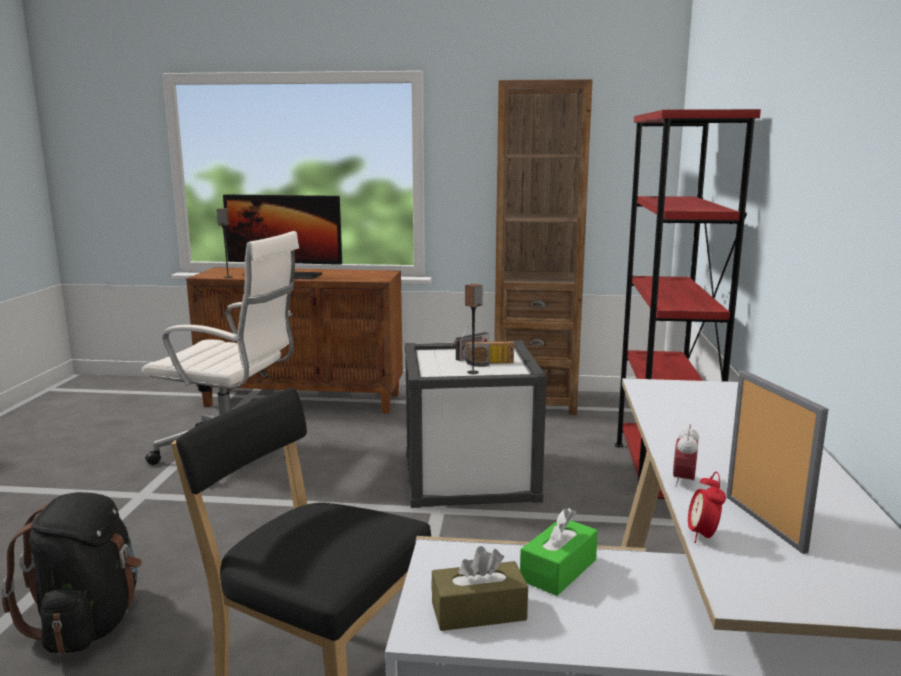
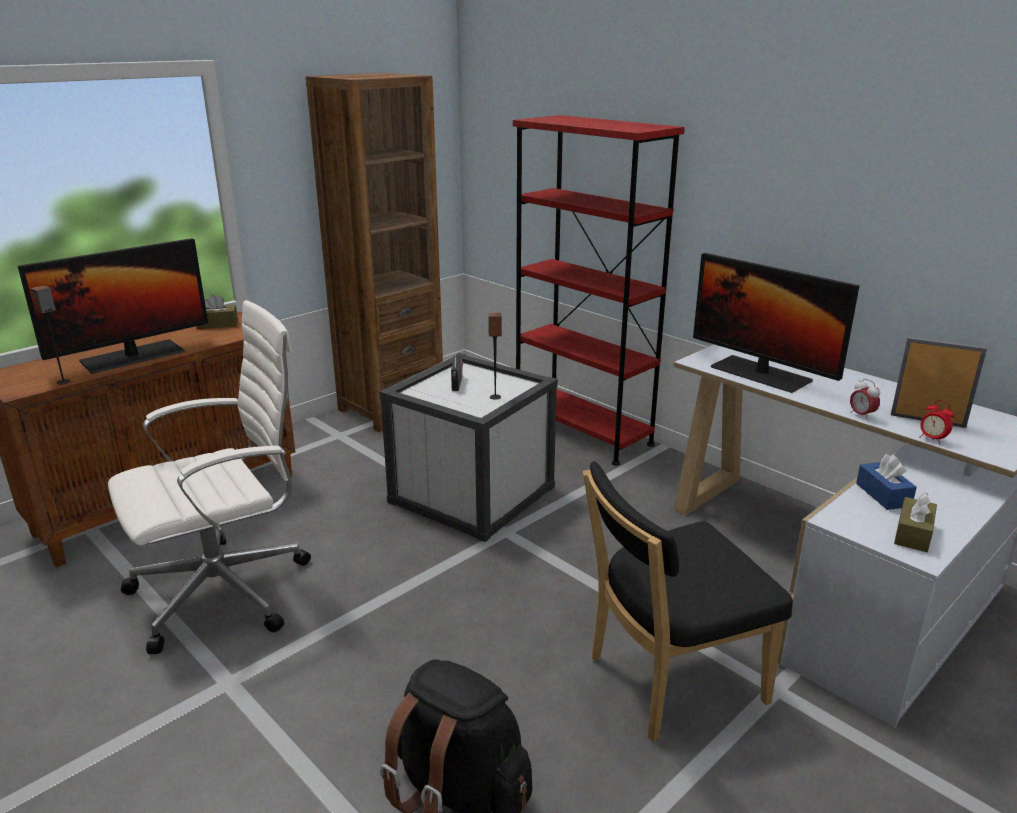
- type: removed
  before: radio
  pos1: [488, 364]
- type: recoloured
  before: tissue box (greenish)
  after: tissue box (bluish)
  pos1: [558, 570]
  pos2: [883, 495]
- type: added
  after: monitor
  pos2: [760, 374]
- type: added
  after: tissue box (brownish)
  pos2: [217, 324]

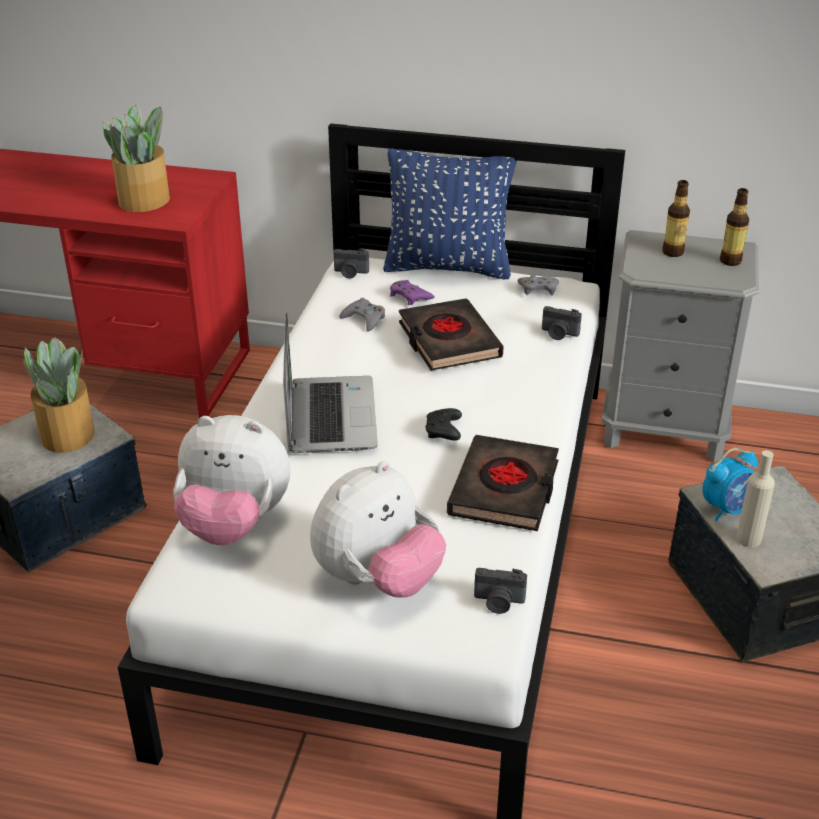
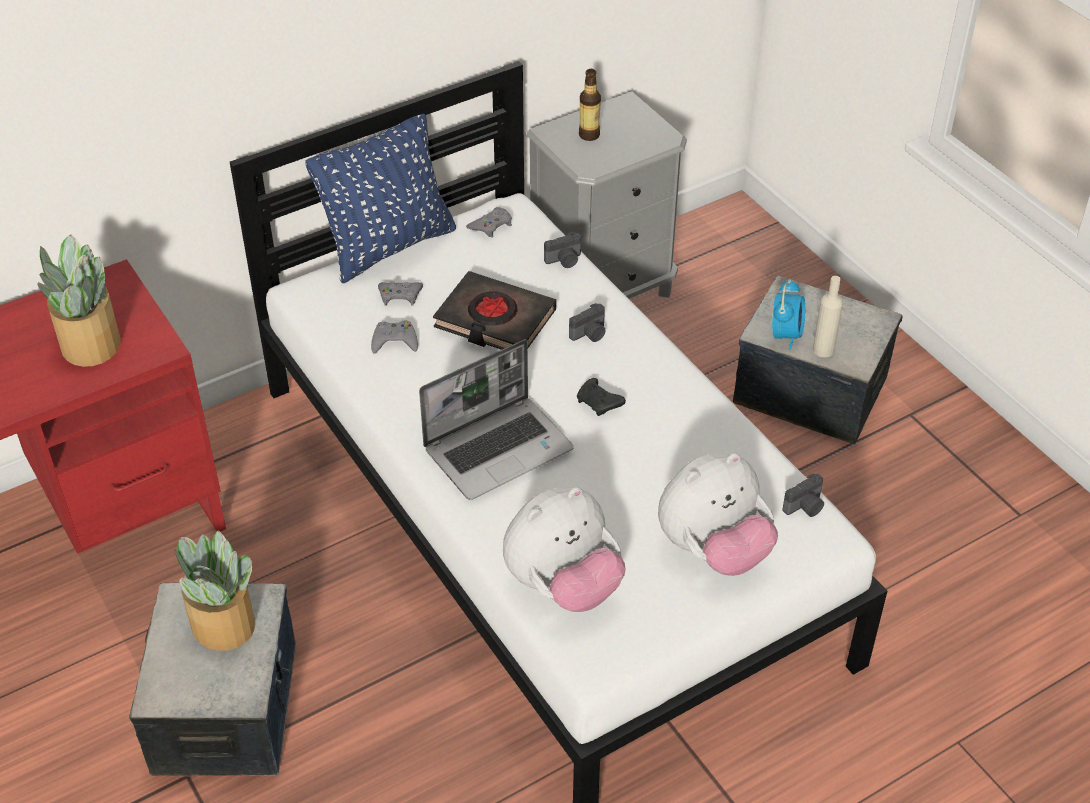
- type: removed
  before: beverage bottle
  pos1: [730, 261]
- type: moved
  before: photo camera
  pos1: [350, 273]
  pos2: [590, 334]
- type: recoloured
  before: game controller (purple-coloured)
  after: game controller (greyish)
  pos1: [410, 296]
  pos2: [400, 295]
- type: turned
  before: notebook computer
  pos1: [329, 416]
  pos2: [499, 448]
  turn: 105
- type: removed
  before: bound book (black-coloured)
  pos1: [505, 490]
- type: turned
  before: soft toy
  pos1: [377, 579]
  pos2: [713, 550]
  turn: 60

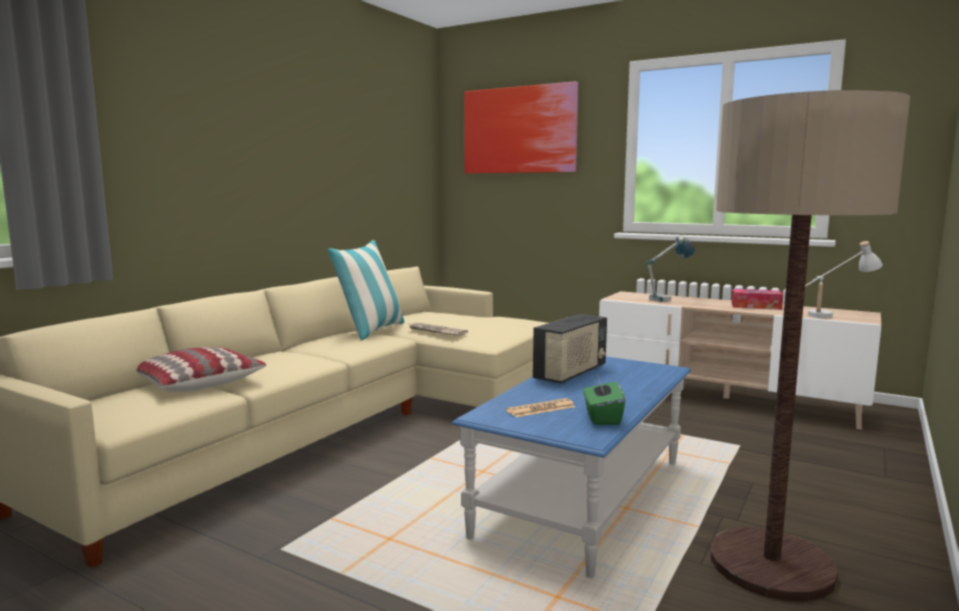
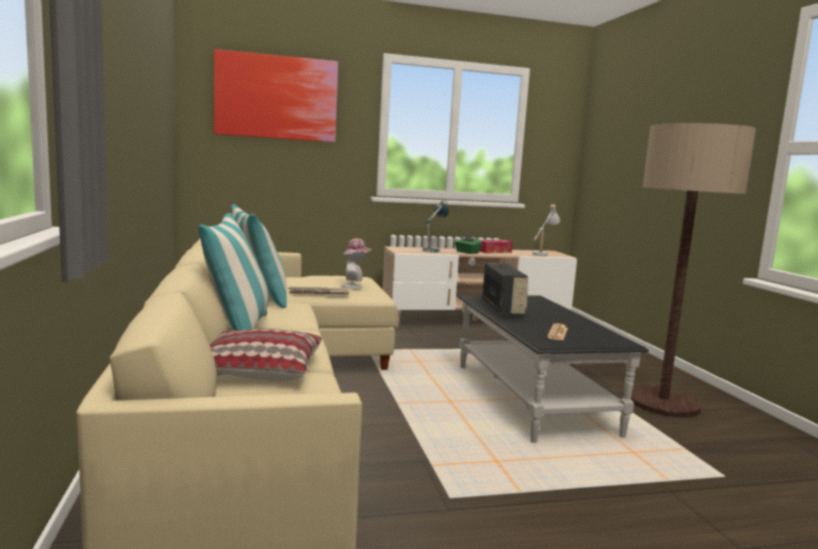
- type: recoloured
  before: low table (bluish)
  after: low table (black-coloured)
  pos1: [583, 496]
  pos2: [531, 398]
- type: moved
  before: tissue box (greenish)
  pos1: [602, 417]
  pos2: [467, 252]
- type: added
  after: pillow
  pos2: [238, 328]
- type: added
  after: hat
  pos2: [355, 286]

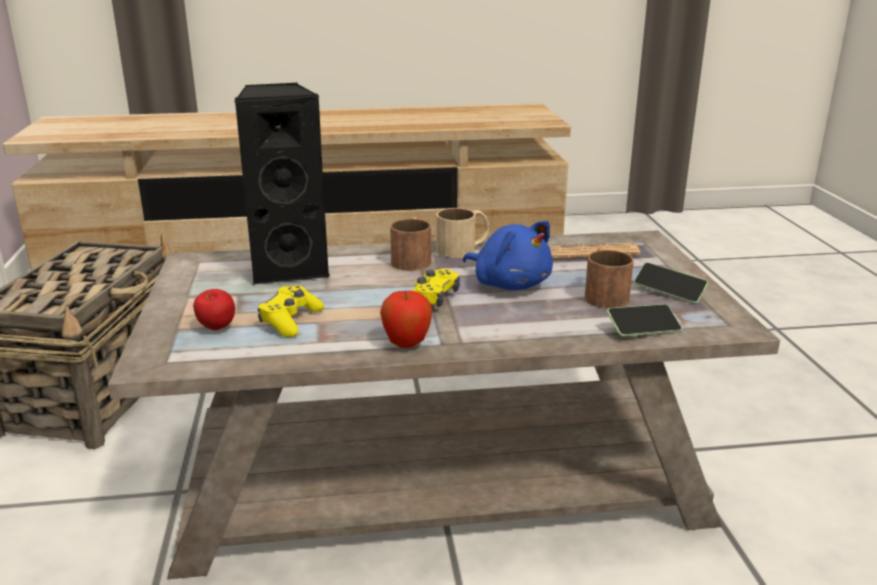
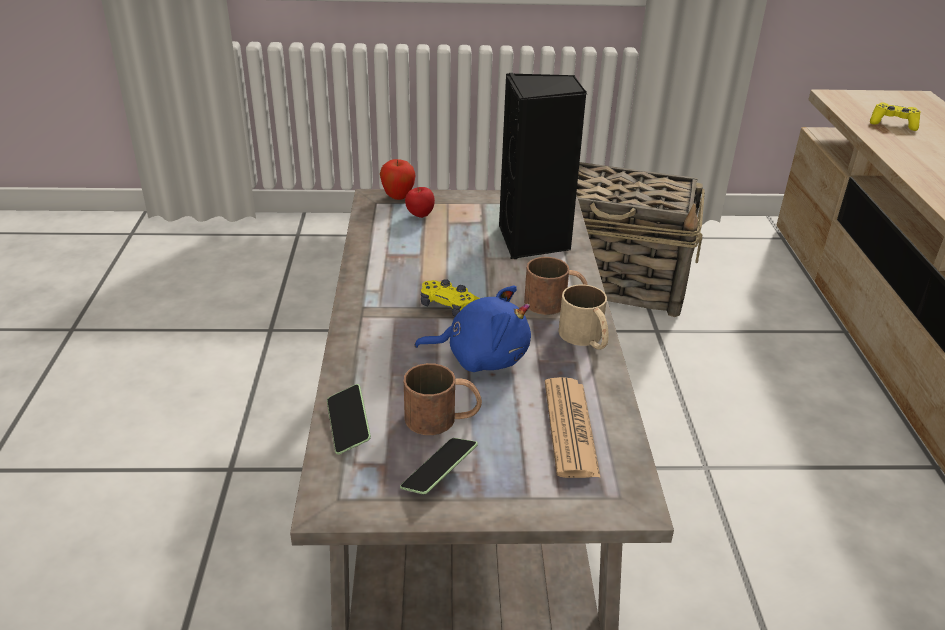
- type: turned
  before: soft toy (bluish)
  pos1: [509, 284]
  pos2: [481, 357]
  turn: -135
- type: moved
  before: game controller (yellowish)
  pos1: [290, 321]
  pos2: [893, 124]
- type: moved
  before: apple fruit
  pos1: [406, 344]
  pos2: [398, 197]

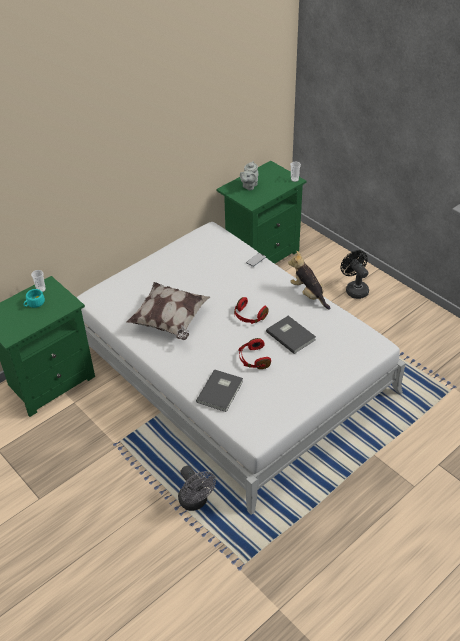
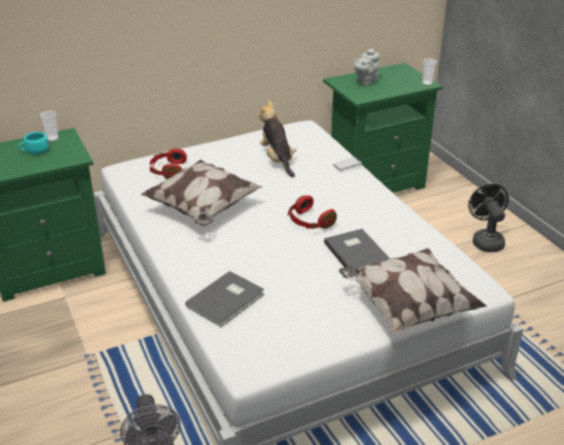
- type: moved
  before: soft toy
  pos1: [308, 294]
  pos2: [277, 160]
- type: moved
  before: headset (red)
  pos1: [253, 359]
  pos2: [168, 171]
- type: added
  after: pillow
  pos2: [407, 307]

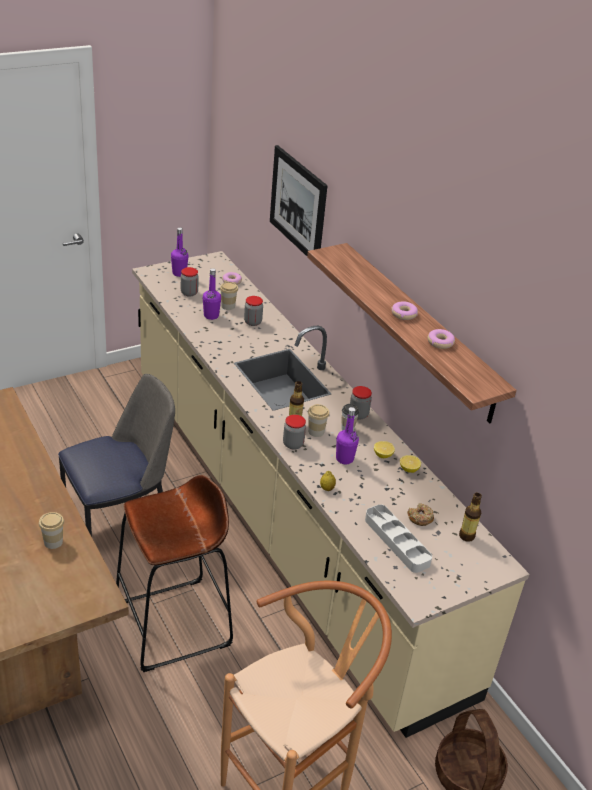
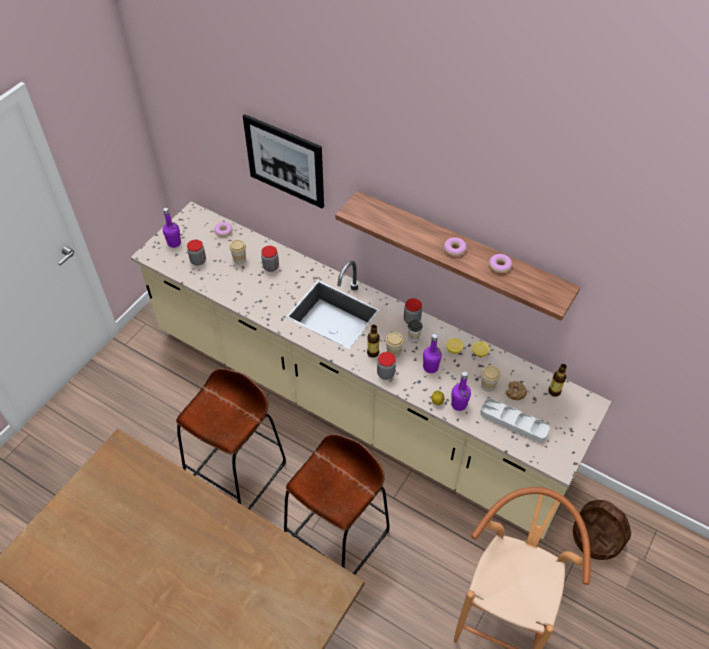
- type: moved
  before: beverage bottle (purple-coloured)
  pos1: [211, 316]
  pos2: [459, 404]
- type: replaced
  before: plain chair
  after: stool (brownish)
  pos1: [121, 521]
  pos2: [237, 473]
- type: moved
  before: small cup
  pos1: [53, 542]
  pos2: [488, 386]

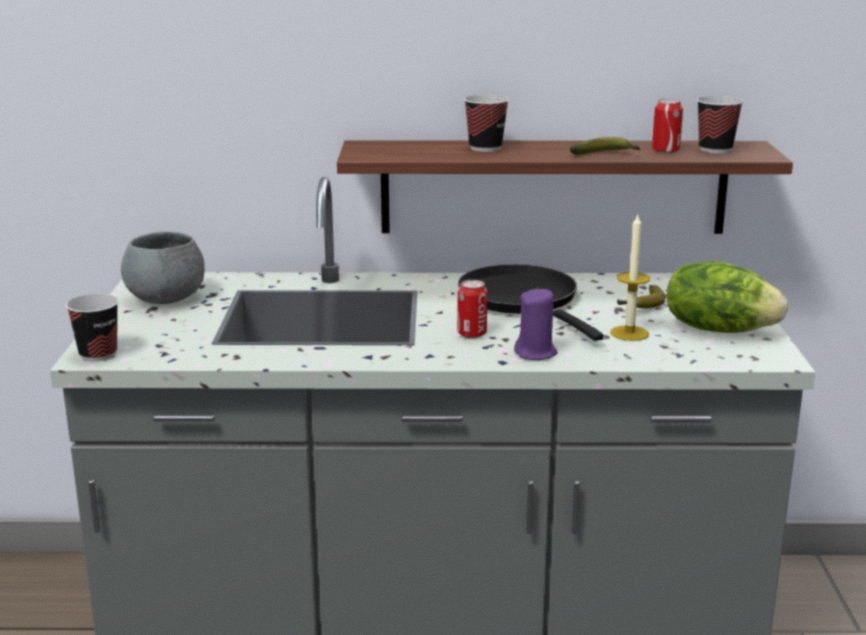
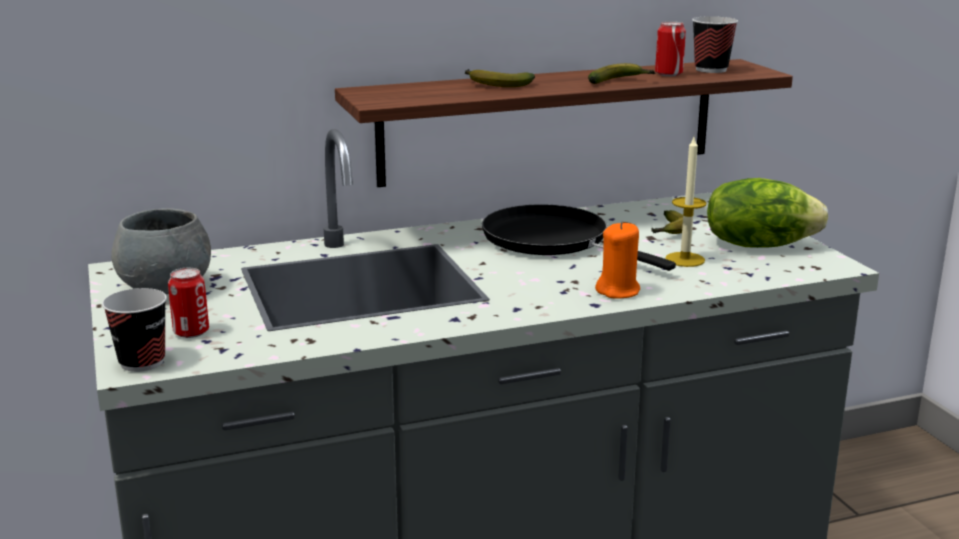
- type: replaced
  before: small cup
  after: whole banana
  pos1: [485, 148]
  pos2: [495, 84]
- type: moved
  before: sealed can
  pos1: [472, 334]
  pos2: [191, 332]
- type: recoloured
  before: wax candle (purple-coloured)
  after: wax candle (orange-coloured)
  pos1: [536, 353]
  pos2: [618, 291]

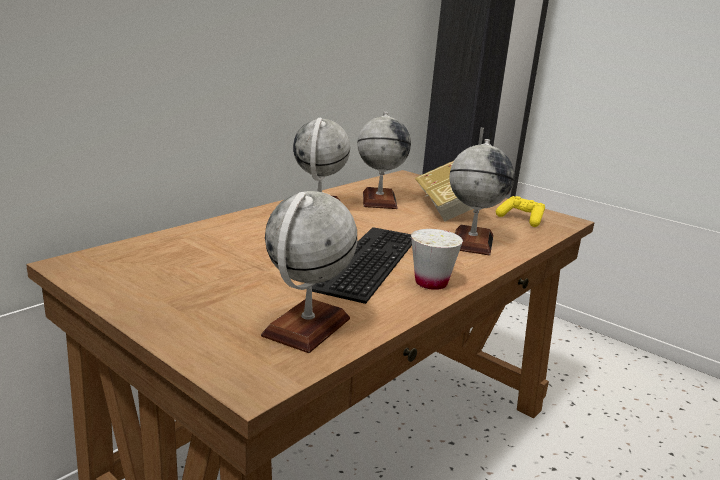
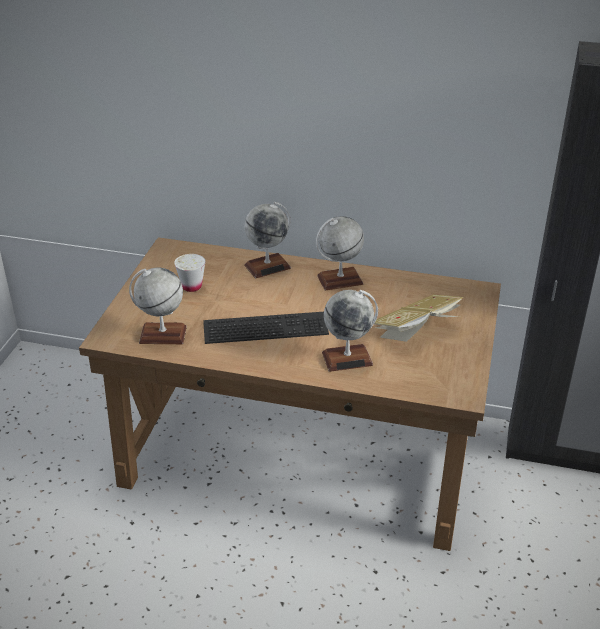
- type: moved
  before: world globe
  pos1: [379, 200]
  pos2: [267, 266]
- type: removed
  before: game controller (yellowish)
  pos1: [521, 219]
- type: moved
  before: small cup (white-coloured)
  pos1: [431, 283]
  pos2: [192, 286]

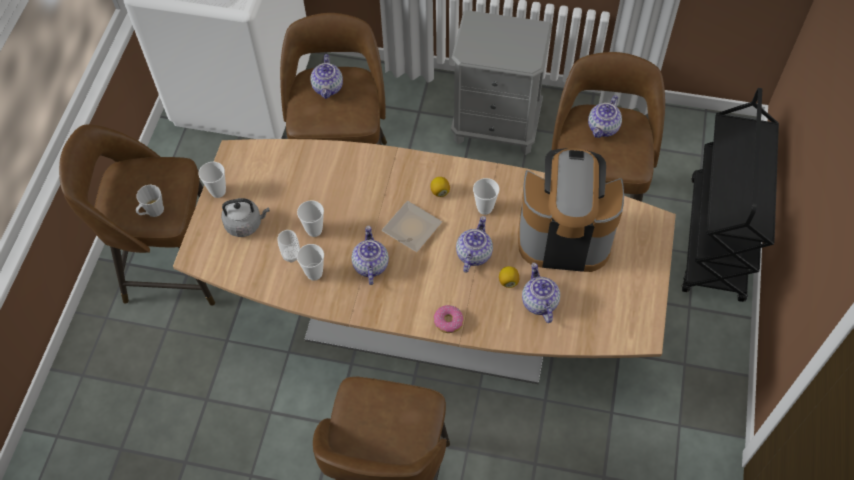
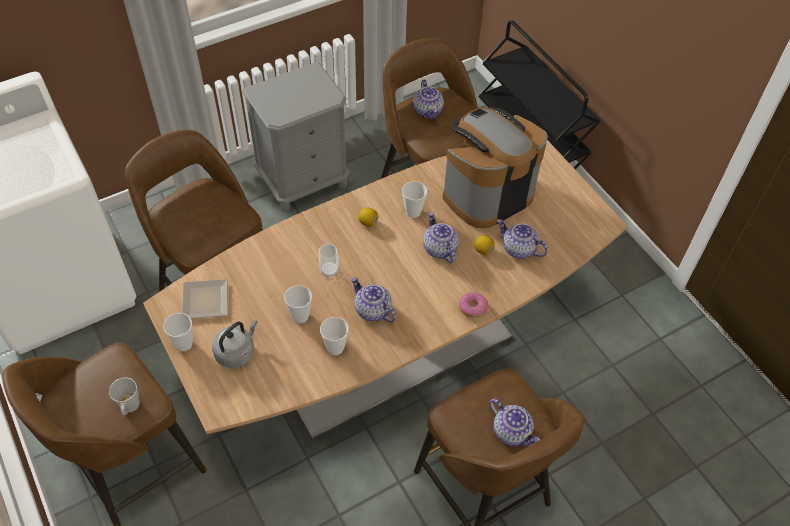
- type: moved
  before: tea pot
  pos1: [328, 88]
  pos2: [512, 431]
- type: moved
  before: plate
  pos1: [409, 228]
  pos2: [204, 302]
- type: moved
  before: small cup
  pos1: [291, 255]
  pos2: [329, 271]

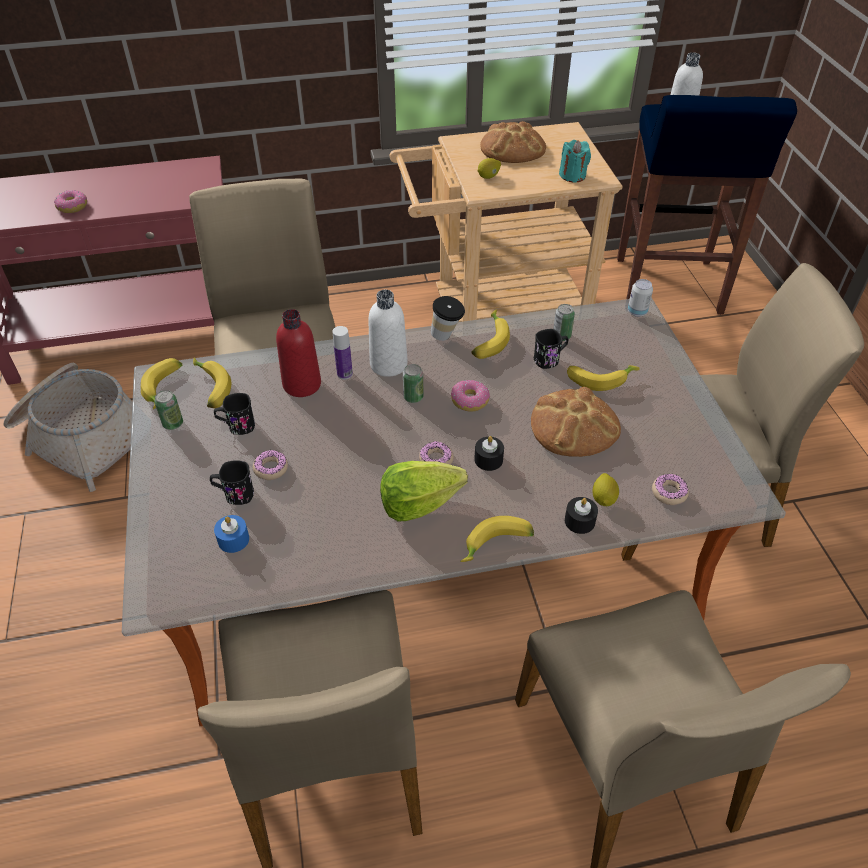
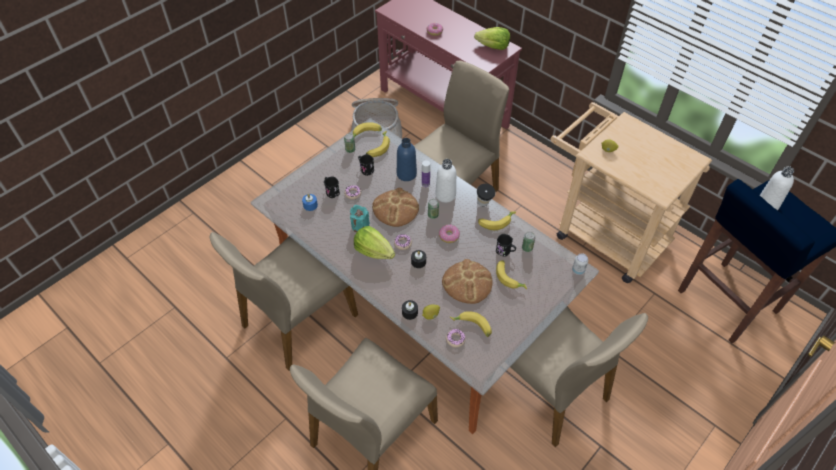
- type: moved
  before: baked bread
  pos1: [512, 148]
  pos2: [395, 209]
- type: moved
  before: wax candle (blue-green)
  pos1: [572, 175]
  pos2: [360, 226]
- type: recoloured
  before: beverage bottle (red)
  after: beverage bottle (bluish)
  pos1: [302, 384]
  pos2: [406, 174]
- type: moved
  before: whole banana
  pos1: [497, 546]
  pos2: [472, 327]
- type: added
  after: lettuce
  pos2: [493, 47]

